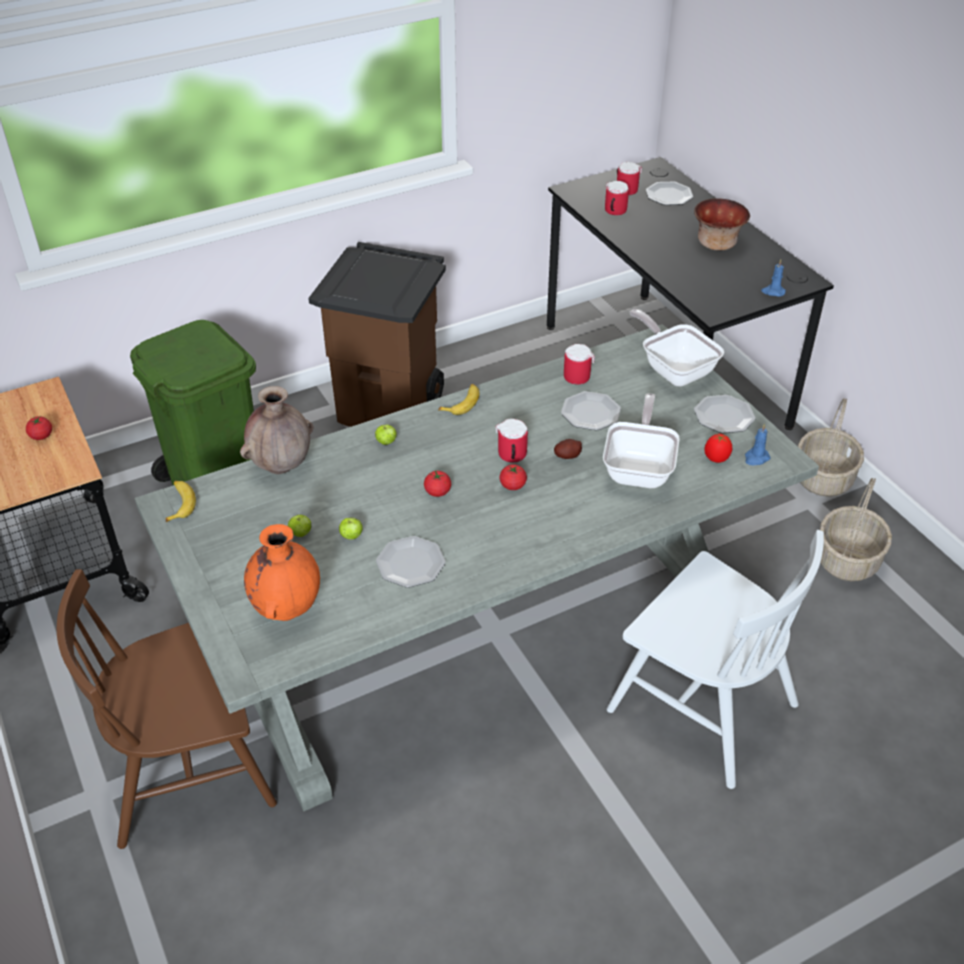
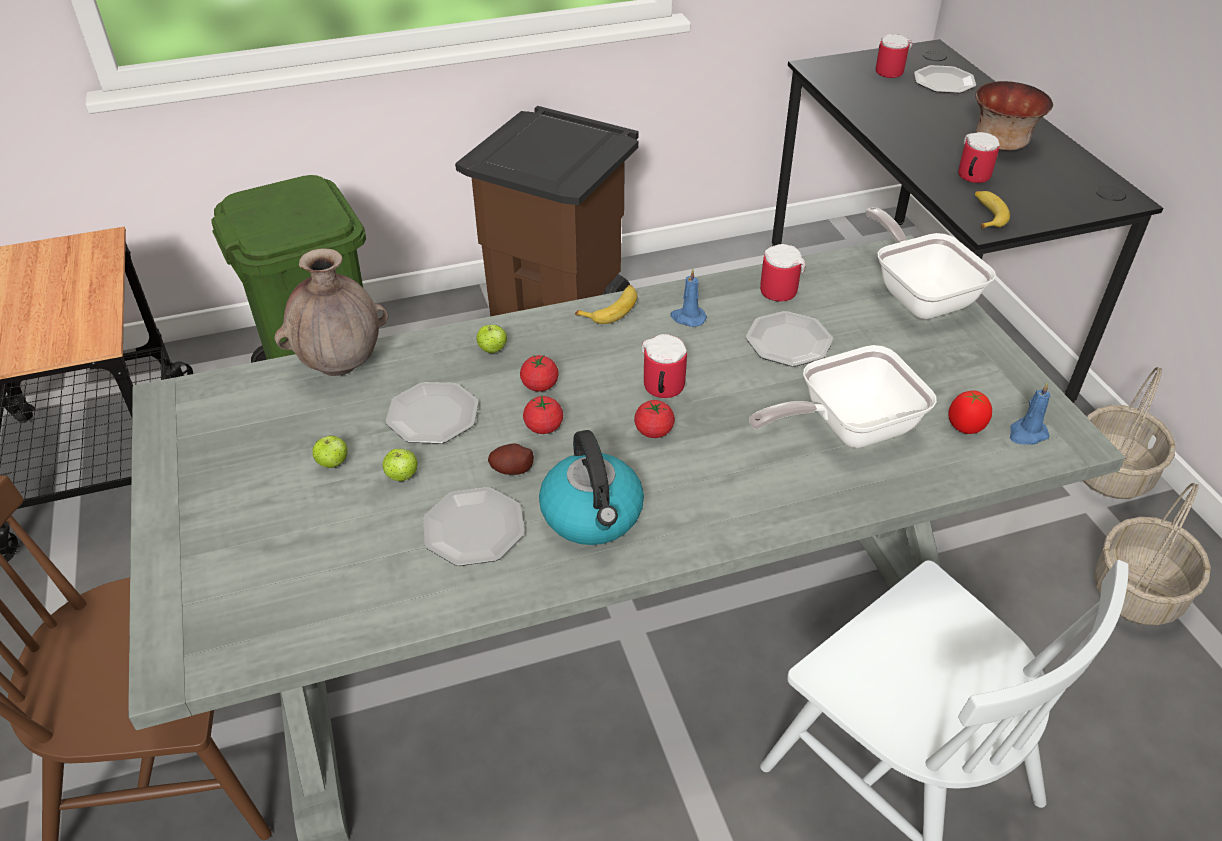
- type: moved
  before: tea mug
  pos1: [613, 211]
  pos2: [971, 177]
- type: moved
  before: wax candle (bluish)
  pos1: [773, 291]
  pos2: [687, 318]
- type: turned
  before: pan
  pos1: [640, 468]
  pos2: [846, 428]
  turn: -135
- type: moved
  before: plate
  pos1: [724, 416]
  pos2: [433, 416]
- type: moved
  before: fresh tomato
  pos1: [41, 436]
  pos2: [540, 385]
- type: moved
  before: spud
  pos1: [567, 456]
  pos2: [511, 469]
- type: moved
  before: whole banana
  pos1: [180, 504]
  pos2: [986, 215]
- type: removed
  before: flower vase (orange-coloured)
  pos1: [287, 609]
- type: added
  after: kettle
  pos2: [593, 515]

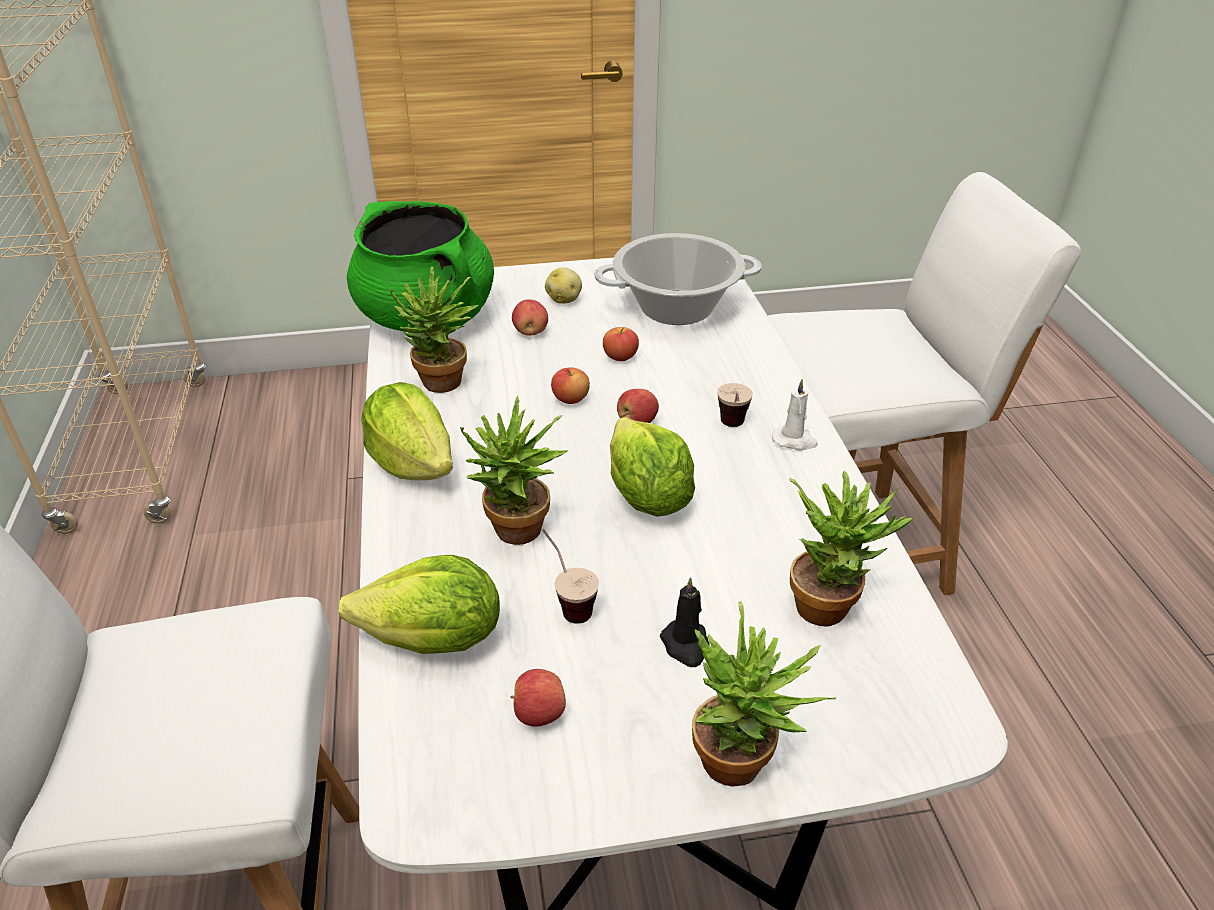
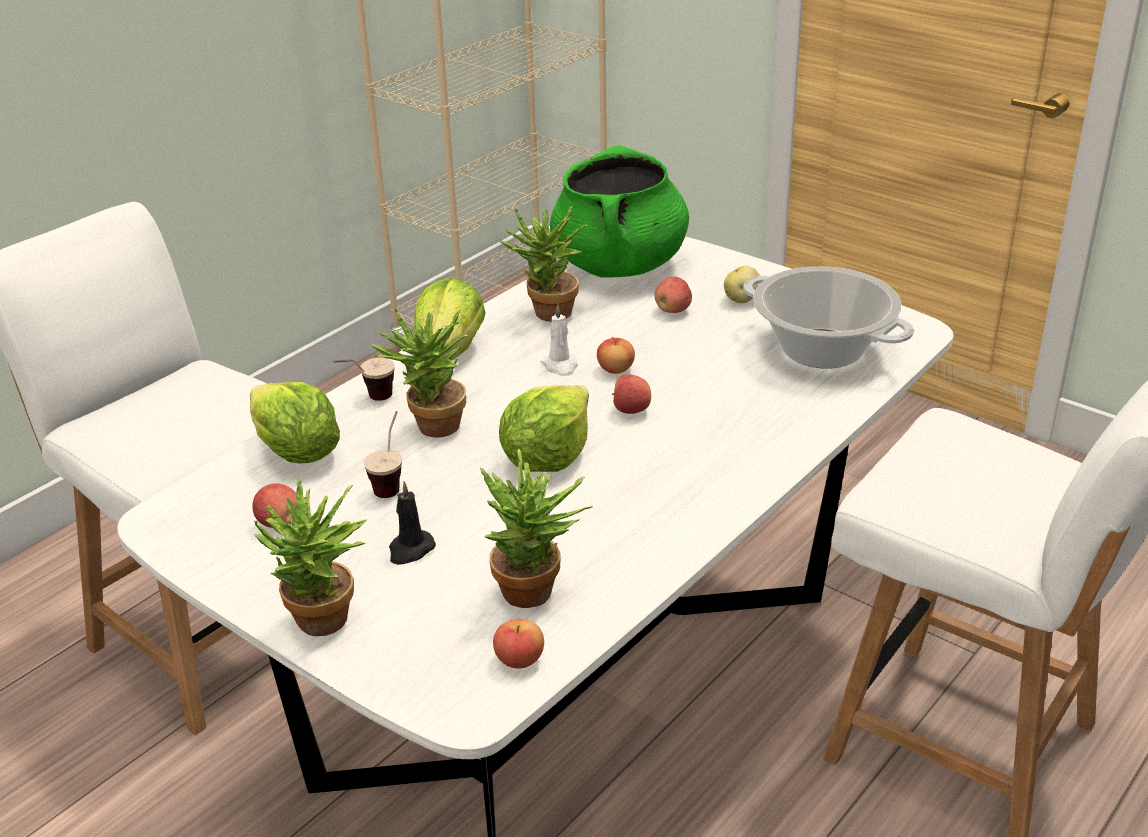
- type: moved
  before: apple fruit
  pos1: [620, 357]
  pos2: [519, 660]
- type: moved
  before: wax candle (white-coloured)
  pos1: [795, 440]
  pos2: [560, 366]
- type: moved
  before: small cup
  pos1: [732, 429]
  pos2: [368, 400]

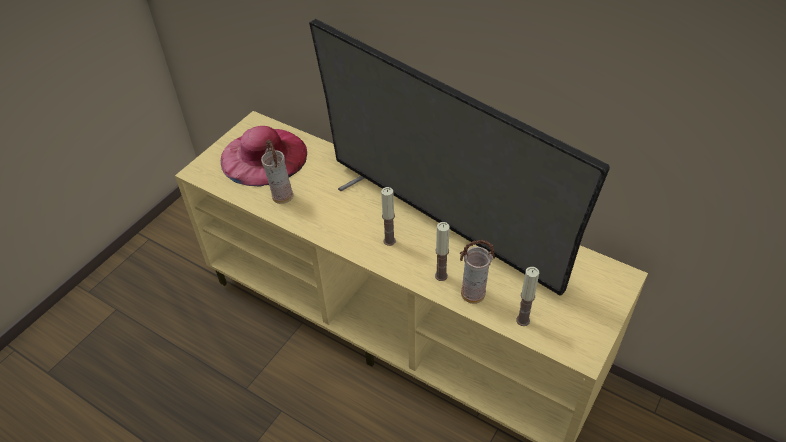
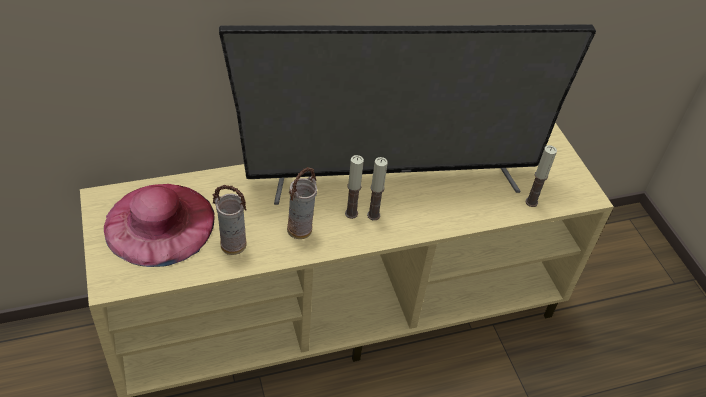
- type: moved
  before: wax candle
  pos1: [441, 276]
  pos2: [351, 213]
- type: moved
  before: flower vase
  pos1: [473, 295]
  pos2: [300, 230]

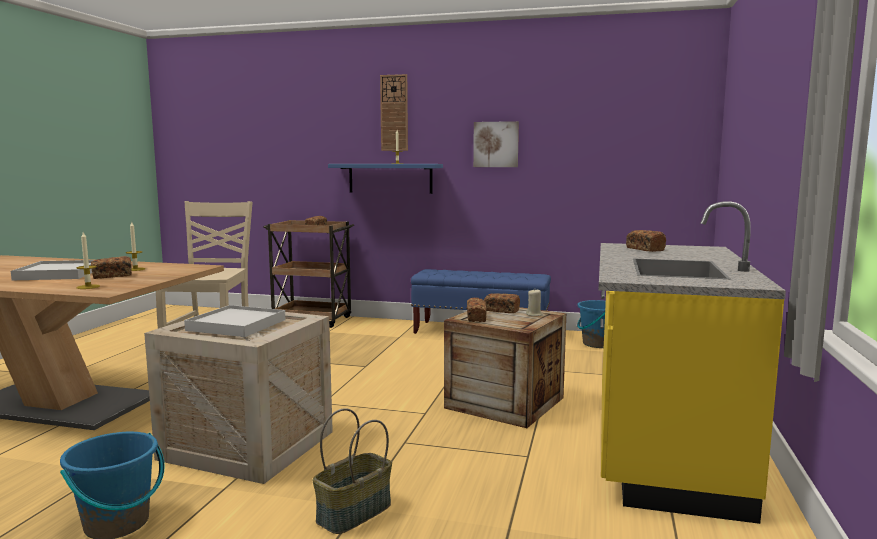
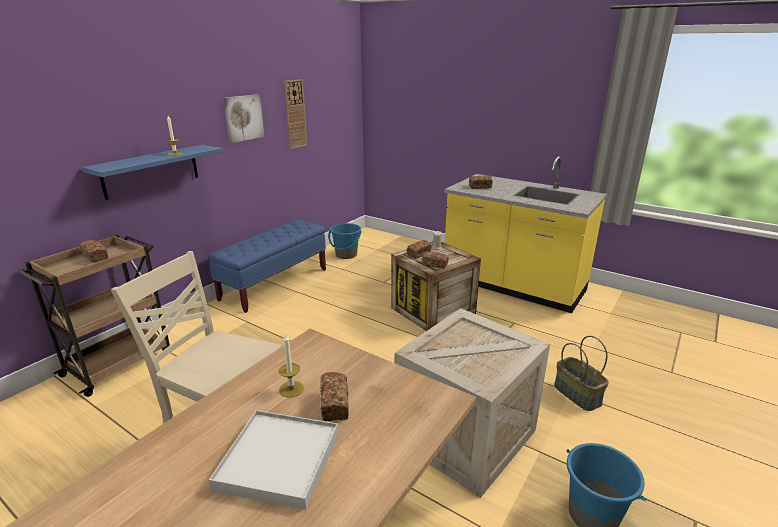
- type: moved
  before: wall clock
  pos1: [394, 113]
  pos2: [295, 114]
- type: removed
  before: wax candle
  pos1: [88, 287]
- type: removed
  before: carrying tray (white-coloured)
  pos1: [236, 325]

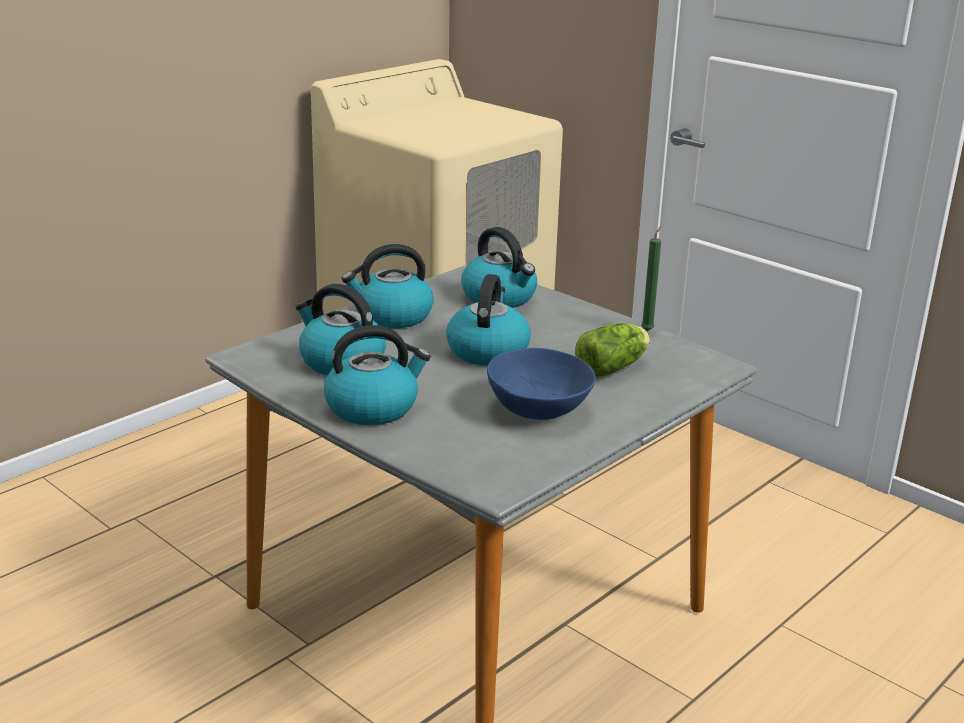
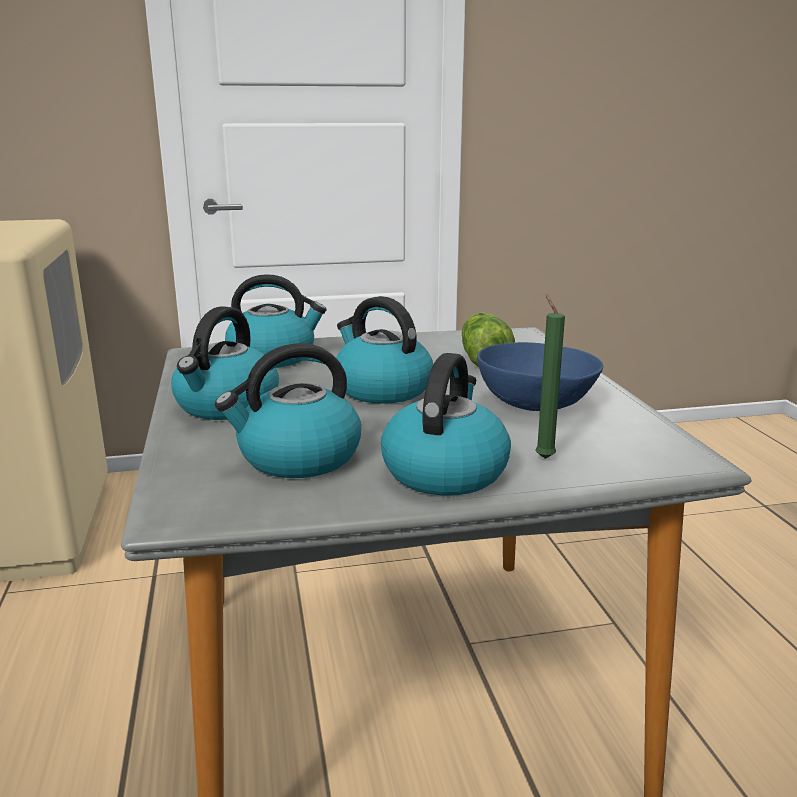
- type: moved
  before: wax candle (greenish)
  pos1: [648, 330]
  pos2: [543, 457]

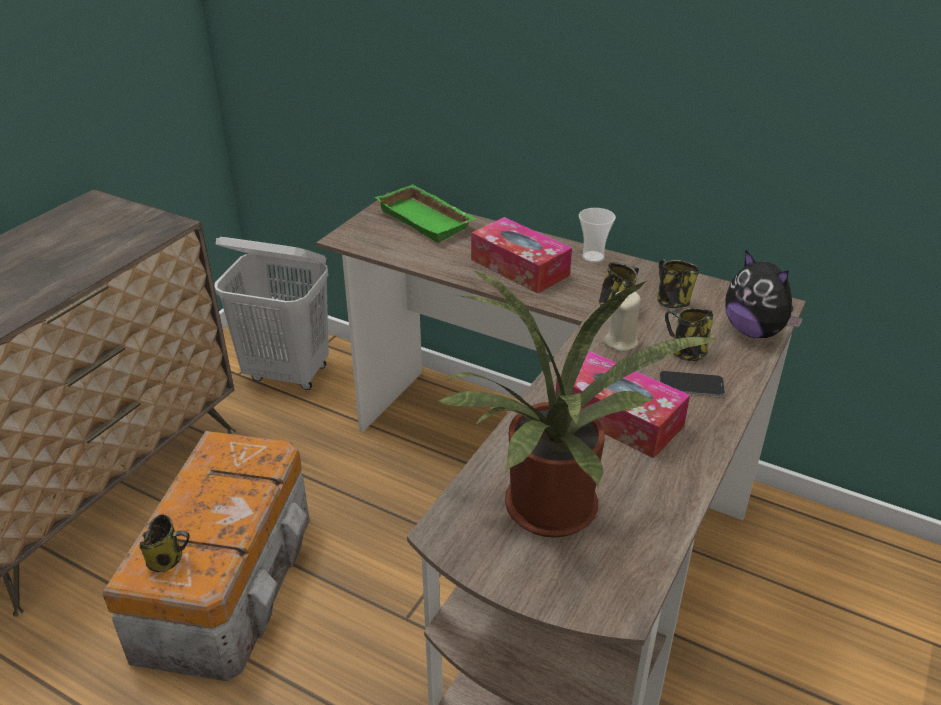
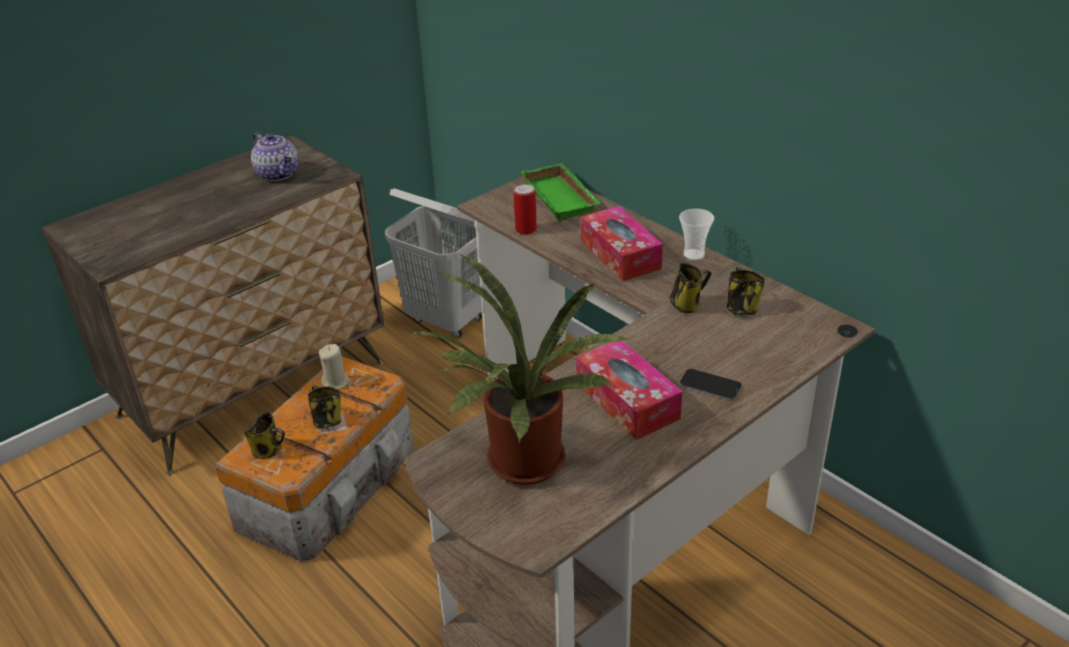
- type: removed
  before: soft toy
  pos1: [754, 331]
- type: moved
  before: wax candle (beige)
  pos1: [621, 342]
  pos2: [336, 382]
- type: moved
  before: tea mug
  pos1: [686, 353]
  pos2: [326, 421]
- type: added
  after: tea pot
  pos2: [278, 173]
- type: added
  after: sealed can
  pos2: [526, 229]

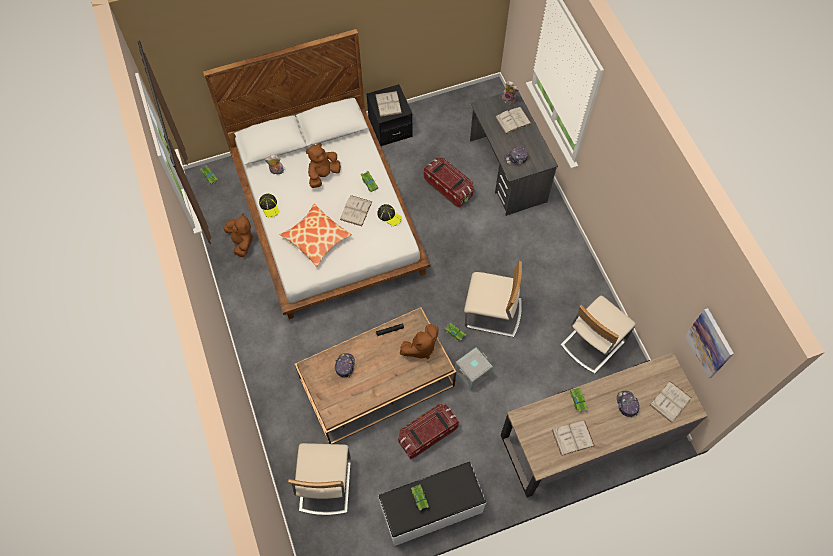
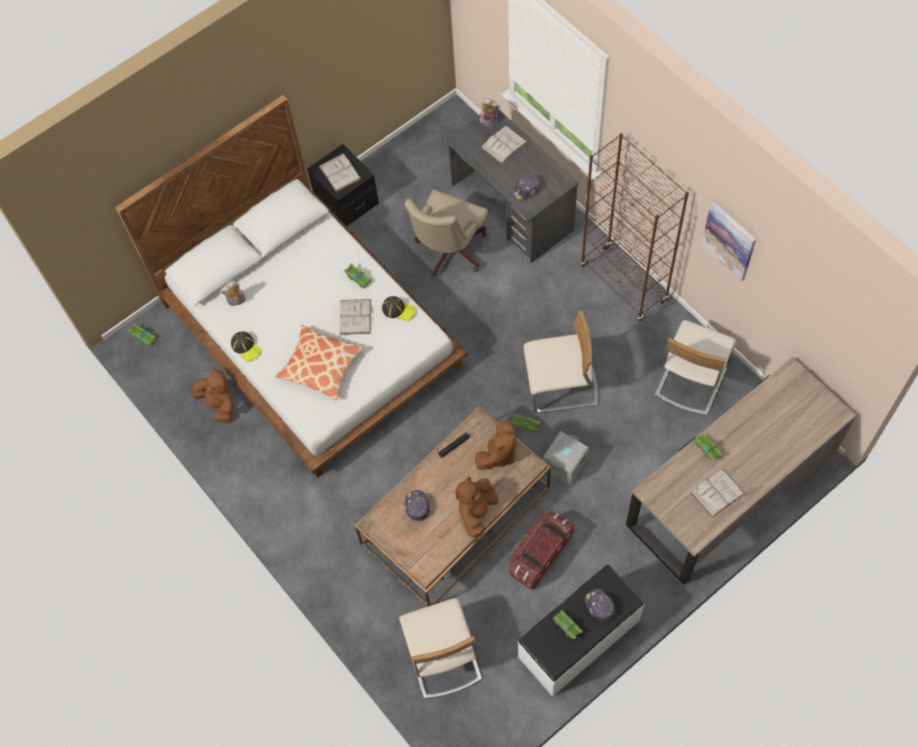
- type: moved
  before: soft toy (brownish)
  pos1: [323, 175]
  pos2: [476, 511]
- type: replaced
  before: storage box
  after: office chair (beige)
  pos1: [448, 187]
  pos2: [448, 252]
- type: moved
  before: wall art
  pos1: [709, 343]
  pos2: [729, 241]
- type: removed
  before: bound book (white-coloured)
  pos1: [670, 401]
- type: moved
  before: baseball cap
  pos1: [626, 404]
  pos2: [599, 606]
- type: added
  after: bookshelf (brownish)
  pos2: [623, 283]

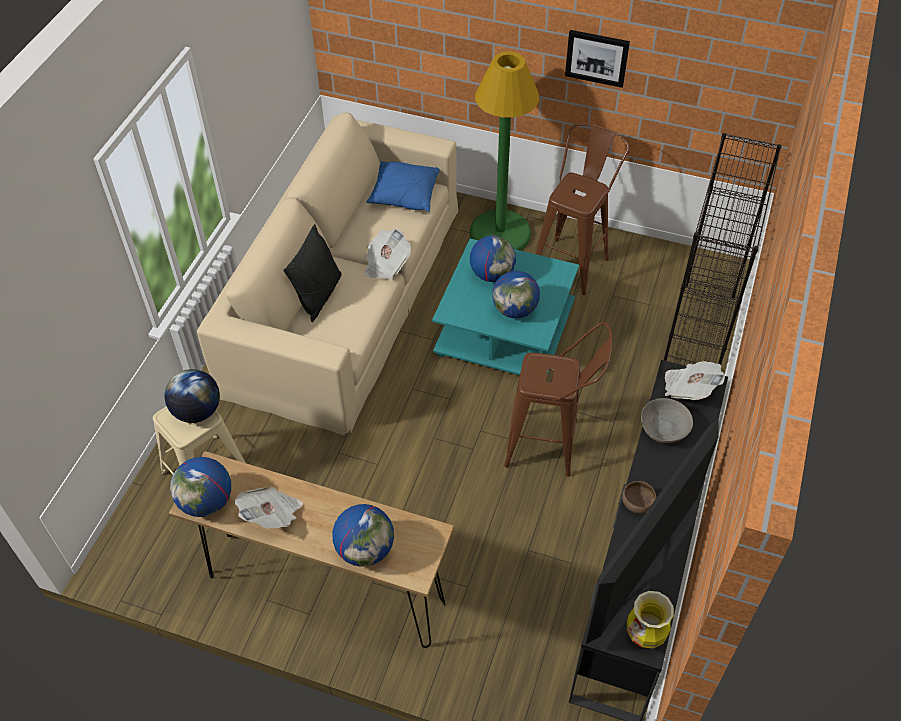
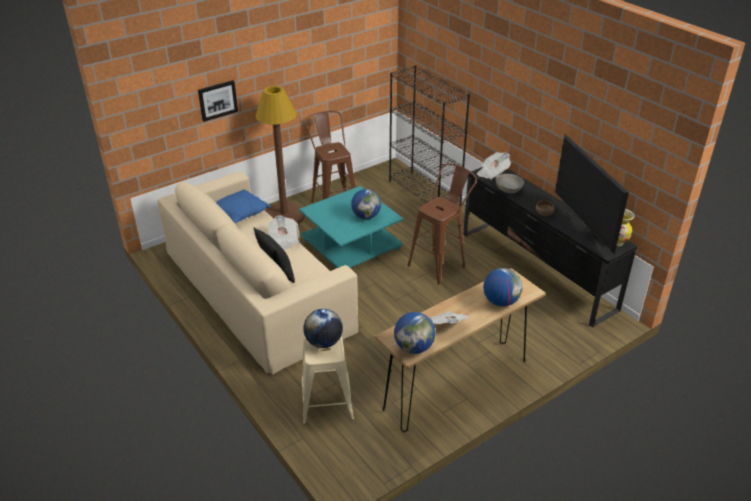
- type: moved
  before: wall art
  pos1: [597, 57]
  pos2: [217, 100]
- type: recoloured
  before: standard lamp (greenish)
  after: standard lamp (brownish)
  pos1: [500, 233]
  pos2: [284, 216]
- type: removed
  before: world globe
  pos1: [492, 274]

